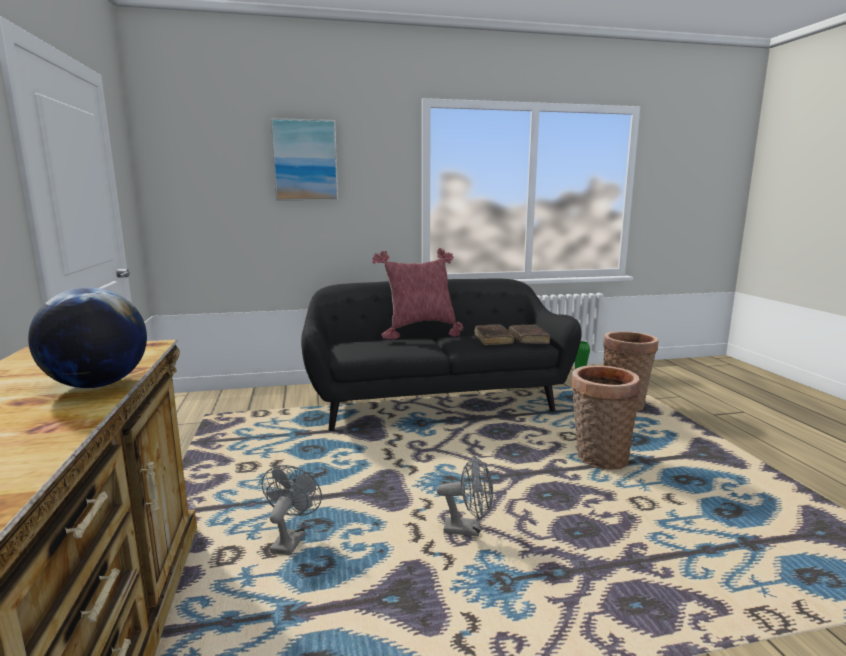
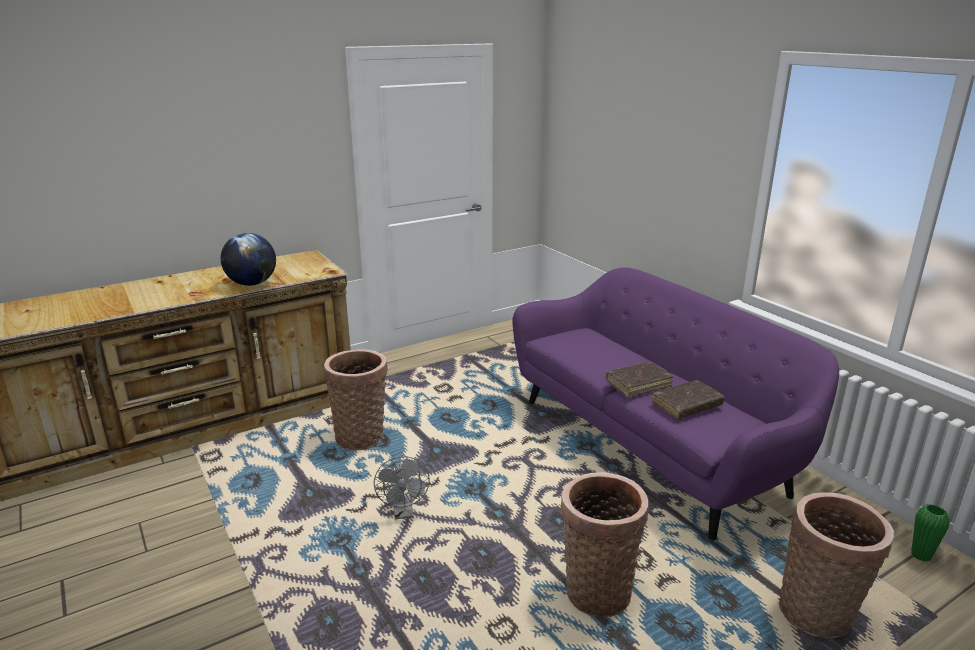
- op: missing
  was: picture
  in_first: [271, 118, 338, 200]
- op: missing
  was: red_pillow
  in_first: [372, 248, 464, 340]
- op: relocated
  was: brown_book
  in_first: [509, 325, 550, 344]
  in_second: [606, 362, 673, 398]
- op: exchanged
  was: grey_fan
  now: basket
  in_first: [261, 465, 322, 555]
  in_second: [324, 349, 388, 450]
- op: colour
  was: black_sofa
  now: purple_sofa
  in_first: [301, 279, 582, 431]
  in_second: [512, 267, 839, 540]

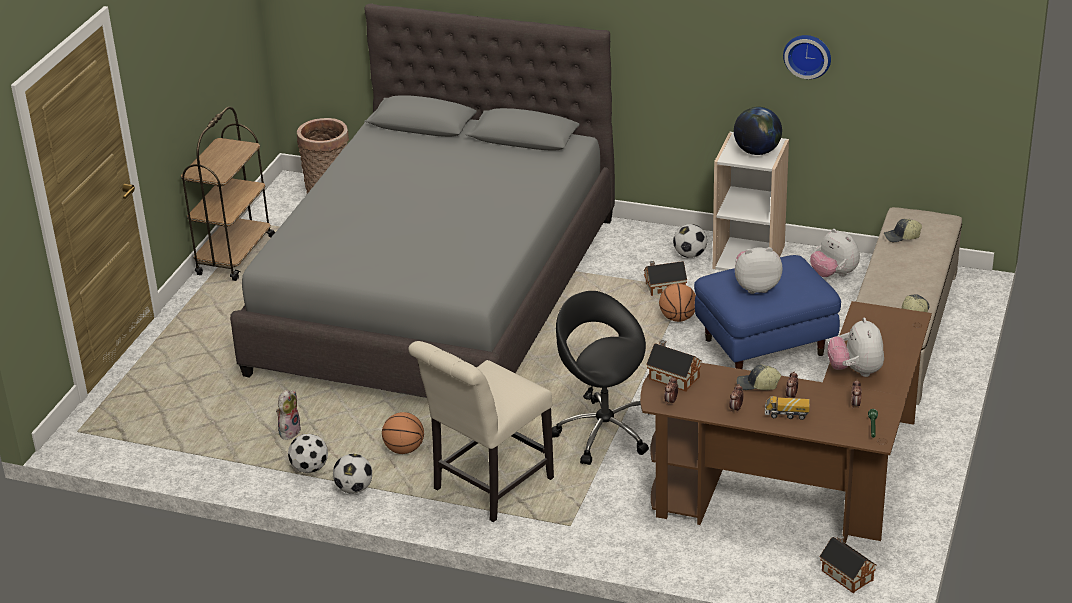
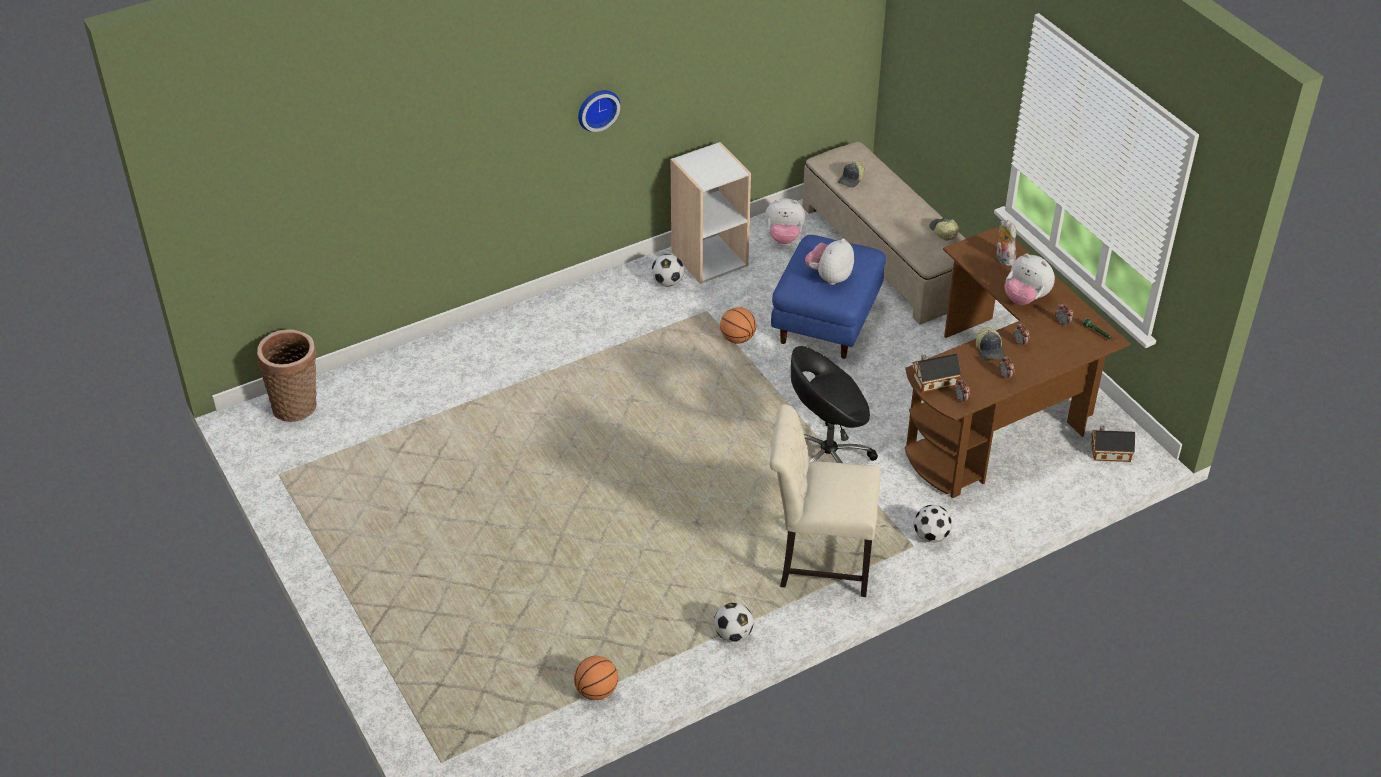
- op: missing
  was: brown_cart
  in_first: [181, 107, 275, 281]
- op: missing
  was: grey_bed
  in_first: [230, 3, 615, 398]
- op: missing
  was: toy_house
  in_first: [644, 261, 687, 296]
- op: missing
  was: globe
  in_first: [734, 107, 782, 155]
- op: missing
  was: toy_truck
  in_first: [765, 396, 810, 420]
- op: relocated
  was: plush_toy
  in_first: [276, 389, 301, 440]
  in_second: [996, 220, 1016, 266]
- op: relocated
  was: football
  in_first: [288, 434, 328, 473]
  in_second: [914, 505, 952, 543]
- op: relocated
  was: basketball
  in_first: [382, 412, 424, 454]
  in_second: [574, 656, 618, 700]
- op: relocated
  was: wall_clock
  in_first: [783, 35, 831, 79]
  in_second: [578, 90, 620, 132]
- op: spun
  was: beige_chair
  in_first: [408, 341, 554, 522]
  in_second: [769, 404, 880, 597]
  clockwise: 105
- op: spun
  was: cap
  in_first: [737, 364, 781, 390]
  in_second: [976, 327, 1004, 360]
  clockwise: -60

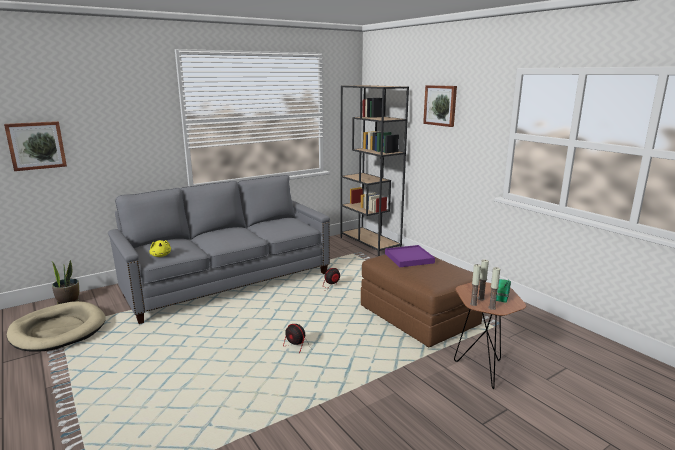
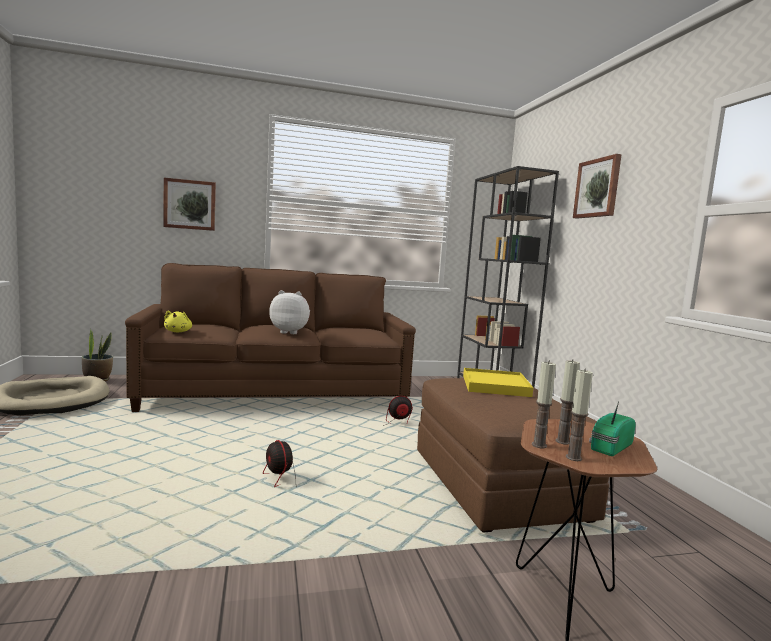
- op: appeared
  now: plush_toy
  in_second: [269, 290, 310, 334]
- op: relocated
  was: picture
  in_first: [4, 121, 67, 171]
  in_second: [163, 177, 216, 231]
- op: colour
  was: grey_sofa
  now: brown_sofa
  in_first: [108, 175, 330, 324]
  in_second: [125, 263, 416, 412]
- op: colour
  was: purple_tray
  now: yellow_tray
  in_first: [385, 245, 435, 268]
  in_second: [463, 368, 533, 397]

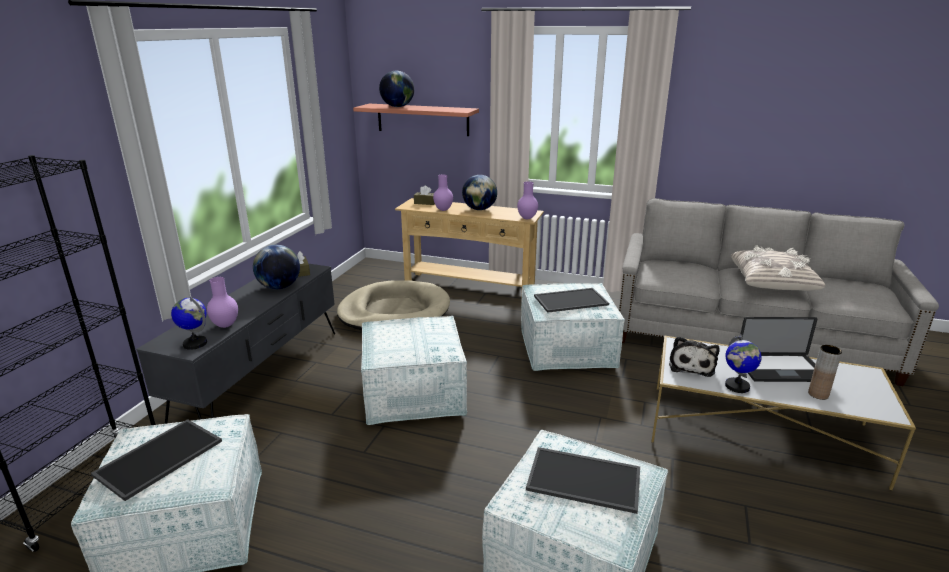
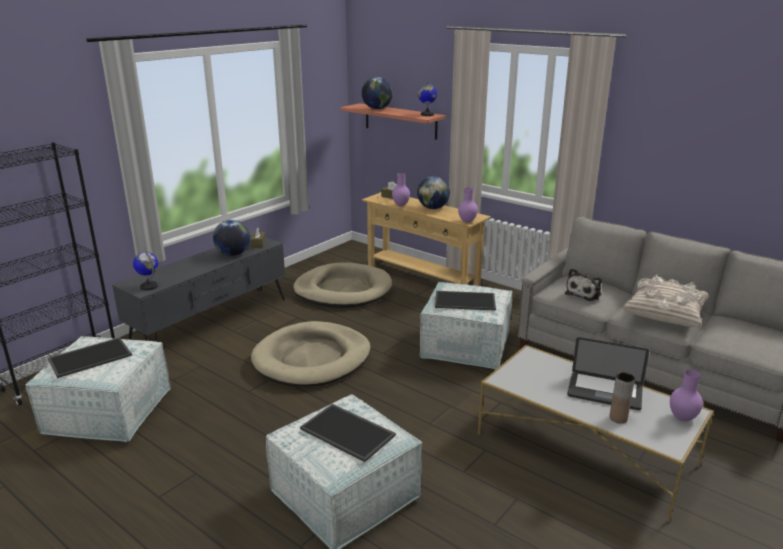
- op: relocated
  was: purple_vase
  in_first: [207, 277, 238, 328]
  in_second: [670, 369, 703, 421]
- op: relocated
  was: plush_toy
  in_first: [669, 336, 720, 377]
  in_second: [565, 268, 602, 301]
- op: relocated
  was: globe
  in_first: [725, 335, 762, 393]
  in_second: [418, 81, 437, 116]
- op: exchanged
  was: white_ottoman
  now: beige_dog_bed
  in_first: [361, 316, 467, 425]
  in_second: [251, 321, 370, 387]

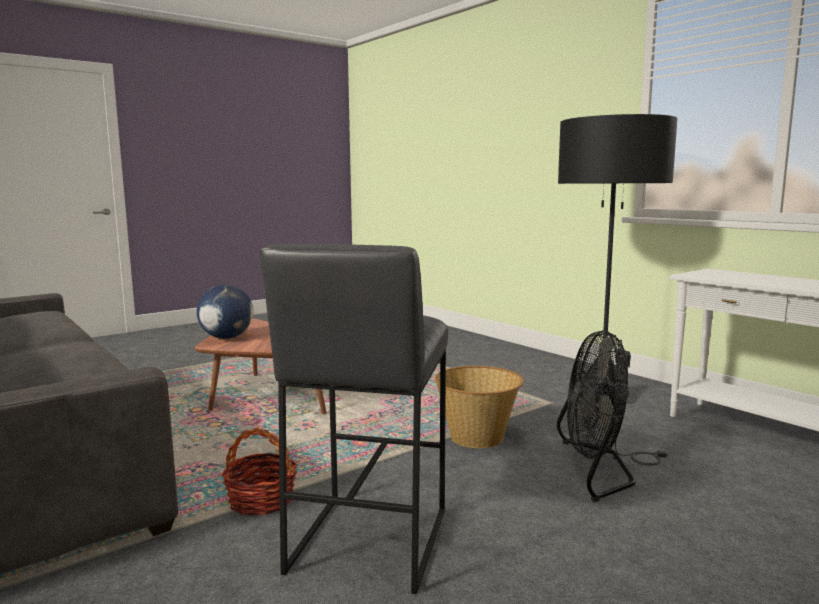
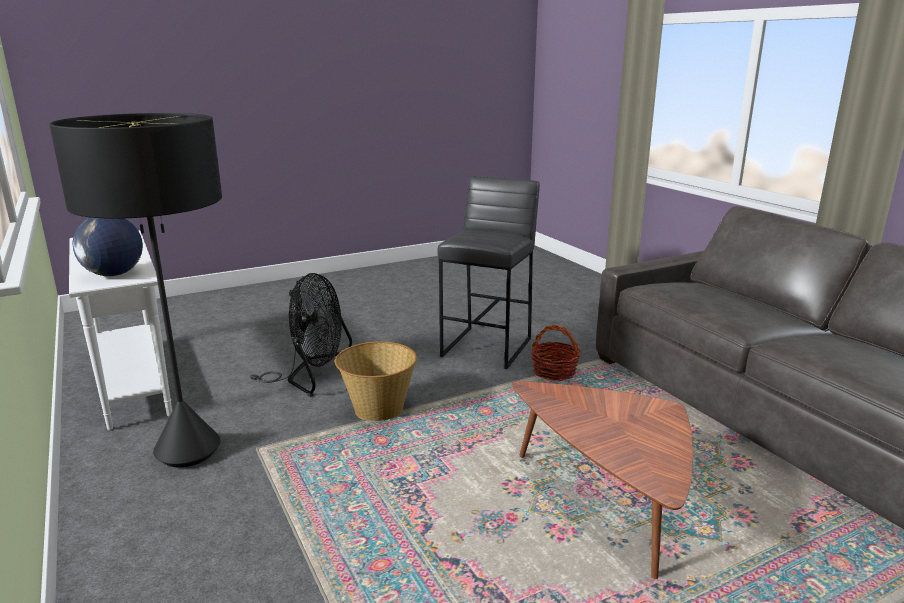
- op: relocated
  was: globe
  in_first: [197, 285, 253, 339]
  in_second: [73, 217, 143, 276]

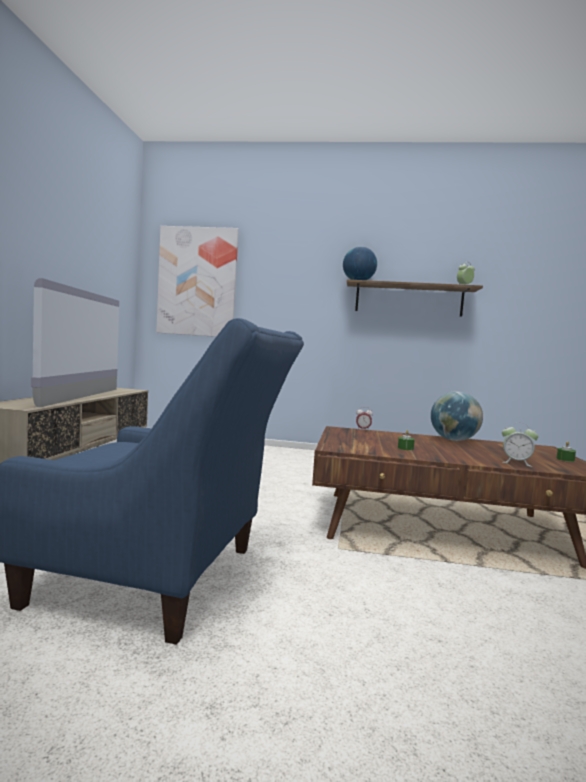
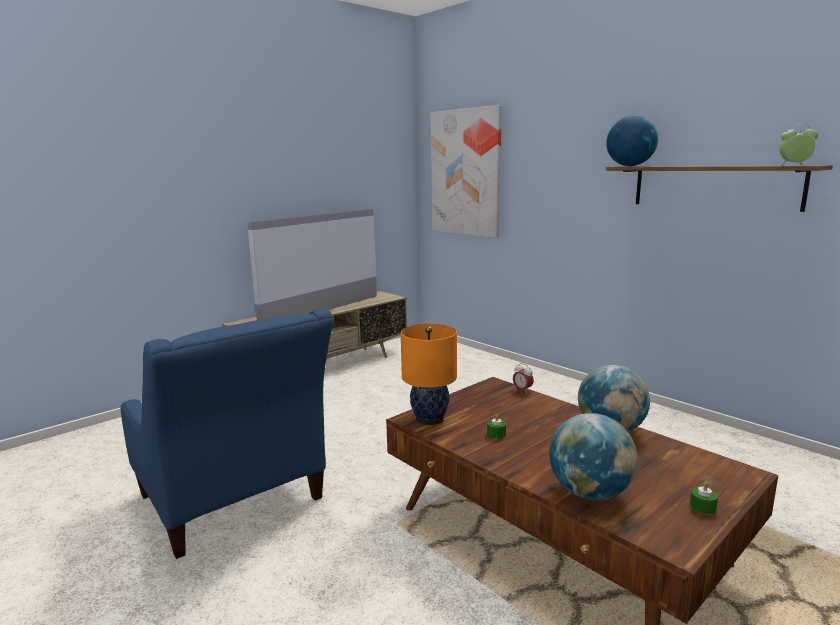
- op: appeared
  now: orange_table_lamp
  in_second: [401, 324, 457, 425]
- op: exchanged
  was: alarm_clock
  now: globe
  in_first: [502, 423, 538, 467]
  in_second: [549, 413, 638, 500]

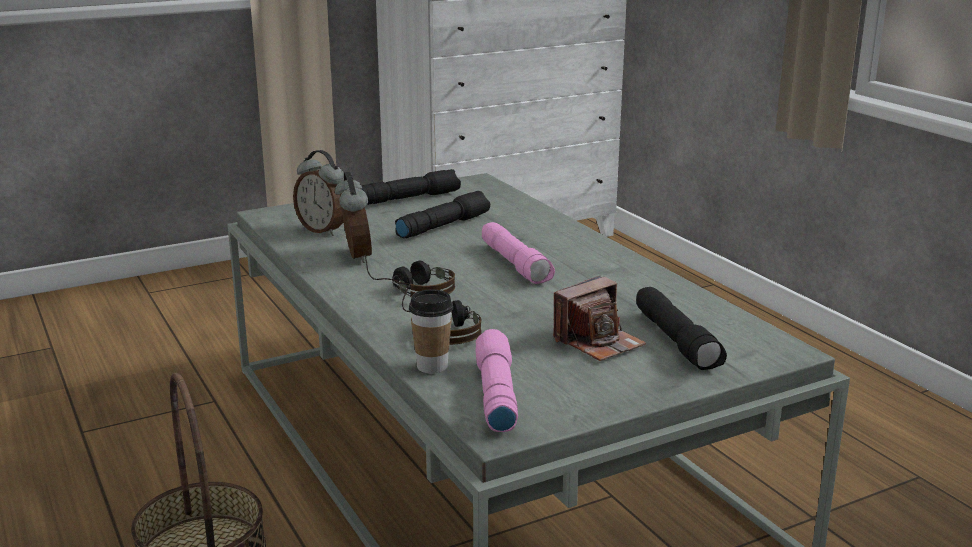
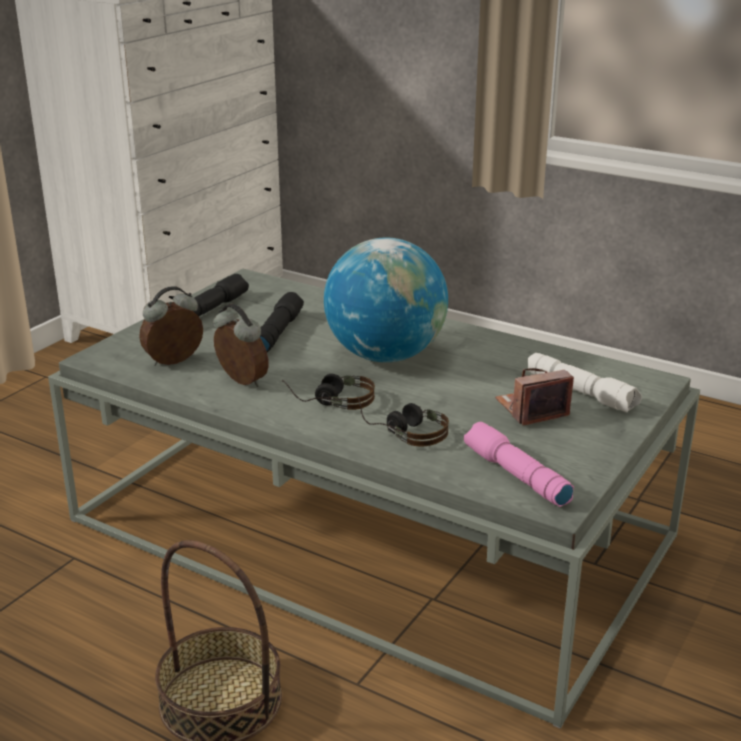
- op: missing
  was: cup
  in_first: [409, 289, 453, 374]
- op: exchanged
  was: pink_flashlight
  now: globe
  in_first: [482, 222, 555, 284]
  in_second: [324, 238, 448, 362]
- op: colour
  was: black_flashlight
  now: white_flashlight
  in_first: [636, 287, 727, 370]
  in_second: [527, 353, 642, 412]
- op: spun
  was: alarm_clock
  in_first: [293, 150, 344, 236]
  in_second: [139, 286, 203, 366]
  clockwise: 135
- op: spun
  was: photo_camera
  in_first: [553, 276, 646, 361]
  in_second: [495, 368, 574, 425]
  clockwise: -135

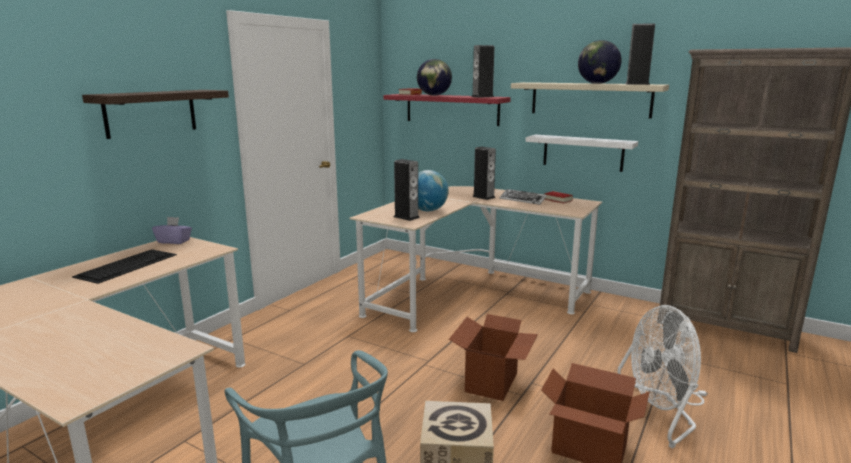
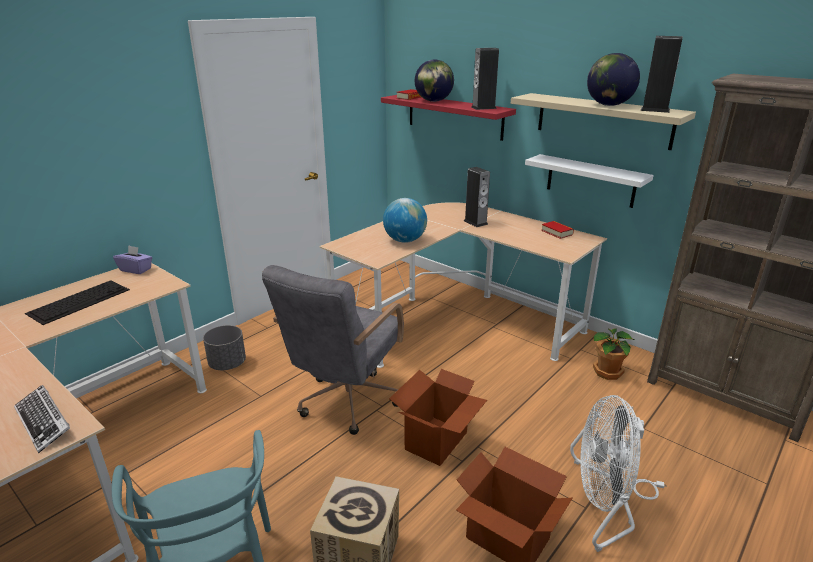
- op: missing
  was: shelf
  in_first: [82, 90, 229, 139]
- op: missing
  was: speaker
  in_first: [394, 159, 420, 221]
- op: appeared
  now: grey_planter
  in_second: [203, 325, 246, 370]
- op: appeared
  now: grey_office_chair
  in_second: [262, 265, 404, 435]
- op: appeared
  now: potted_plant
  in_second: [593, 329, 635, 380]
- op: relocated
  was: keyboard
  in_first: [500, 189, 547, 205]
  in_second: [14, 385, 70, 453]

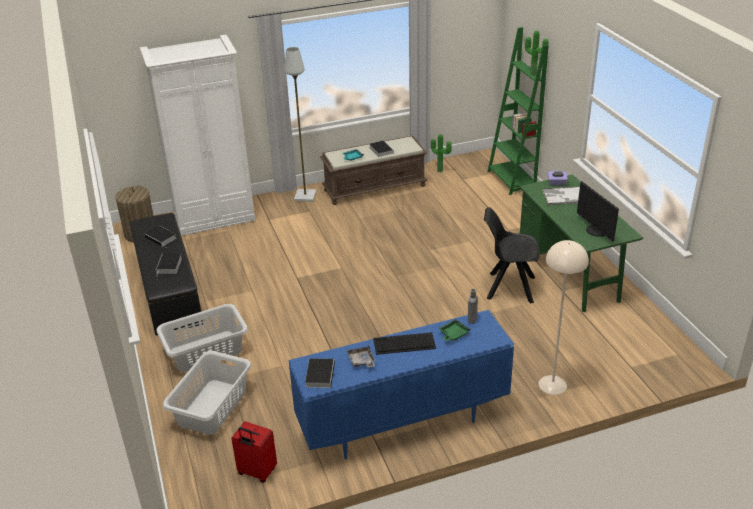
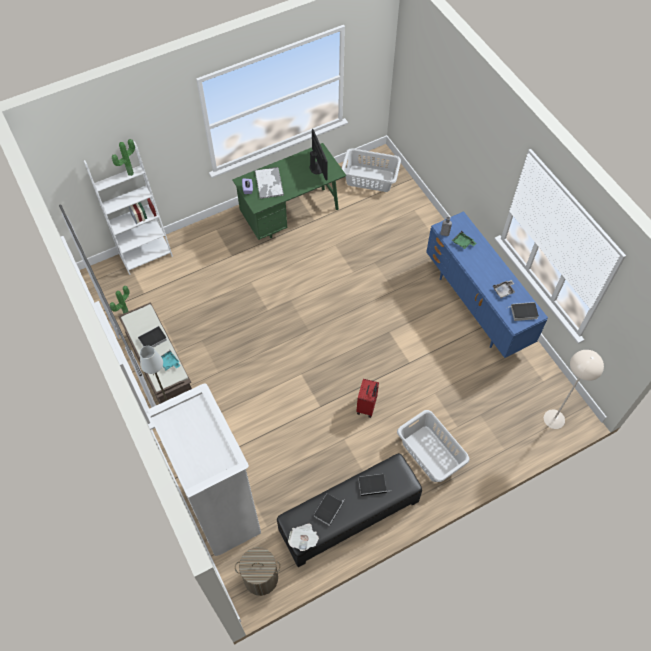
- op: missing
  was: keyboard
  in_first: [373, 332, 436, 355]
- op: missing
  was: black_chair
  in_first: [484, 207, 540, 303]
- op: appeared
  now: newspaper
  in_second: [288, 523, 319, 551]
- op: relocated
  was: grey_laundry_basket
  in_first: [163, 351, 252, 435]
  in_second: [342, 148, 401, 192]
- op: relocated
  was: red_suitcase
  in_first: [231, 421, 277, 483]
  in_second: [356, 379, 379, 418]
- op: relocated
  was: beige_floor_lamp
  in_first: [539, 240, 589, 395]
  in_second: [544, 350, 604, 429]
- op: colour
  was: green_bookcase
  now: white_bookcase
  in_first: [487, 27, 549, 195]
  in_second: [84, 141, 173, 275]
- op: spun
  was: monitor
  in_first: [577, 181, 619, 242]
  in_second: [309, 129, 328, 181]
  clockwise: -75

